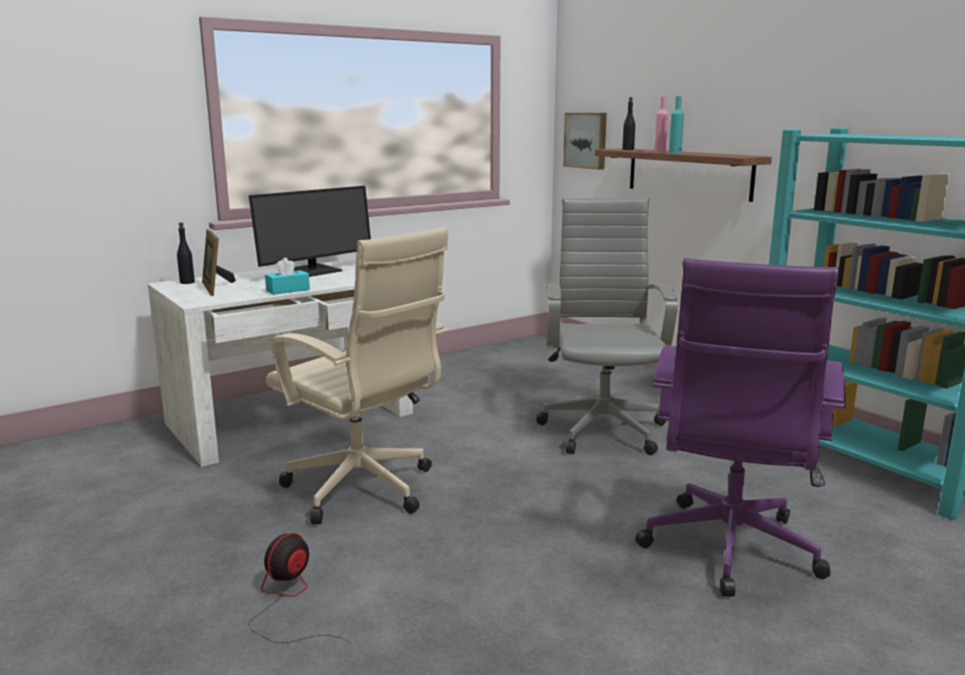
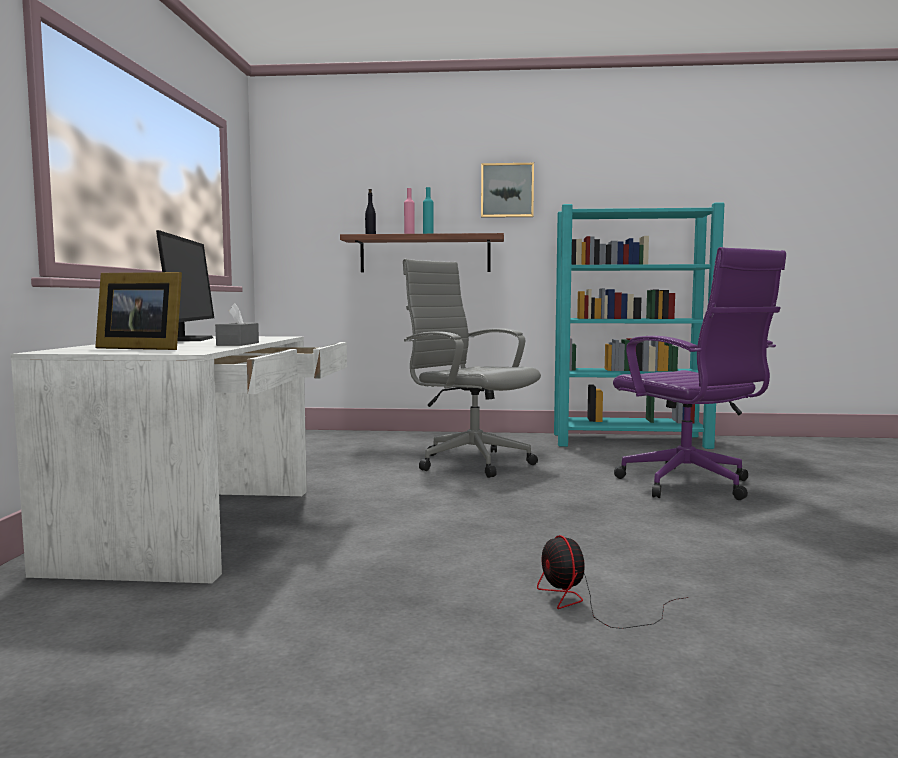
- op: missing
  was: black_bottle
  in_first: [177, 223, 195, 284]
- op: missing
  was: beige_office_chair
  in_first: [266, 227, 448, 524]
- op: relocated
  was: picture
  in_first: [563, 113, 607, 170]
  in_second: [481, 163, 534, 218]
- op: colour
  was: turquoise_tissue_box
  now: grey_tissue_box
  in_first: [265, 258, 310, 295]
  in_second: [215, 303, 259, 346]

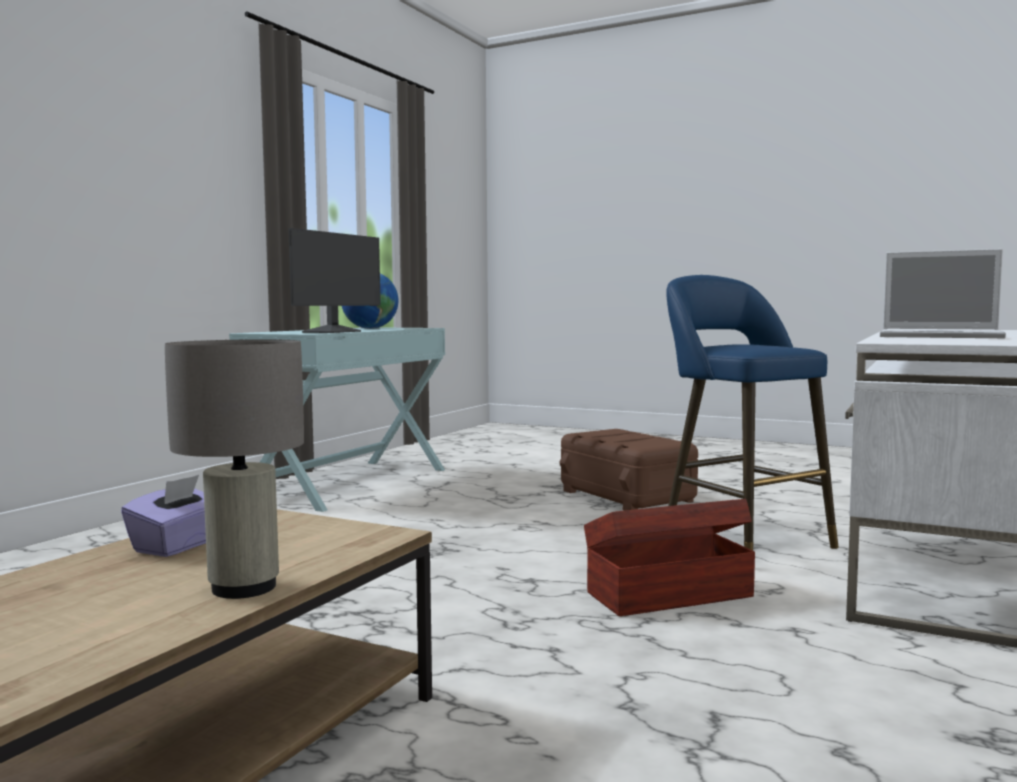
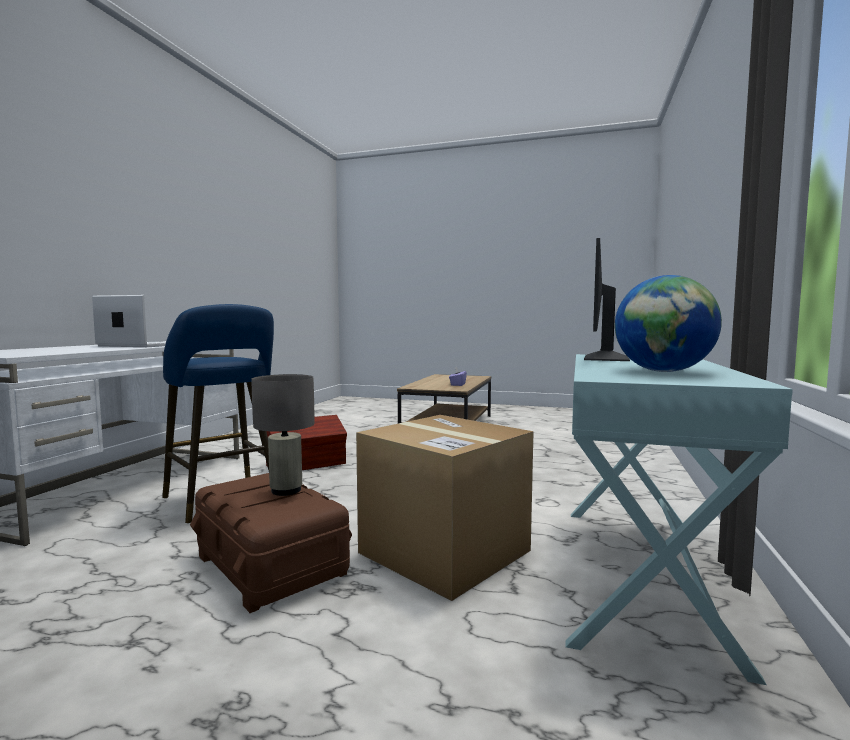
- op: appeared
  now: cardboard_box
  in_second: [356, 415, 534, 601]
- op: relocated
  was: grey_table_lamp
  in_first: [165, 339, 304, 599]
  in_second: [252, 374, 314, 496]

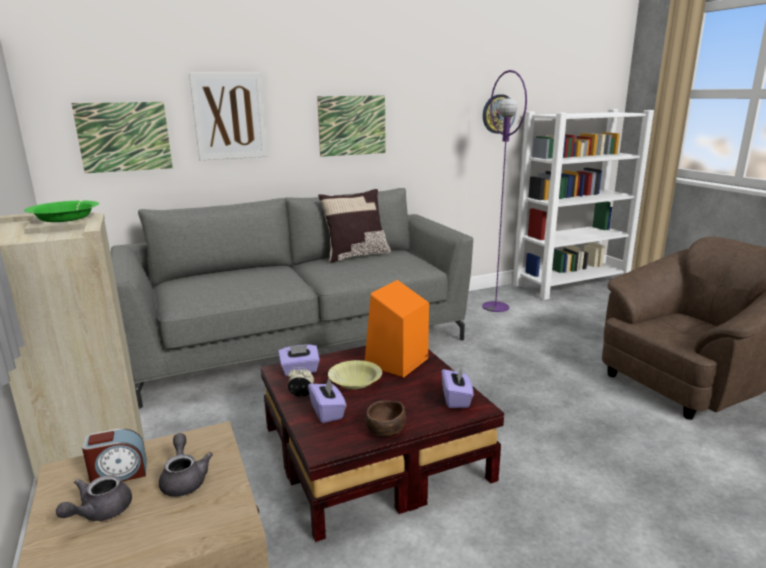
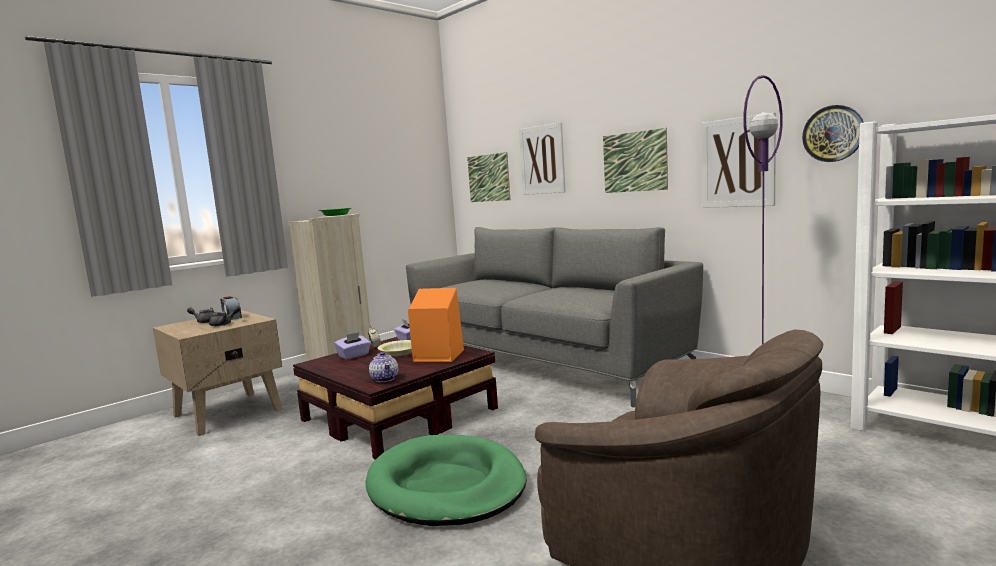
- op: missing
  was: pillow
  in_first: [318, 189, 391, 263]
- op: missing
  was: brown_bowl
  in_first: [365, 401, 406, 436]
- op: appeared
  now: green_dog_bed
  in_second: [366, 435, 527, 526]
- op: appeared
  now: picture
  in_second: [702, 113, 776, 208]
- op: exchanged
  was: purple_tissue_box
  now: teapot
  in_first: [442, 366, 474, 408]
  in_second: [369, 352, 398, 382]

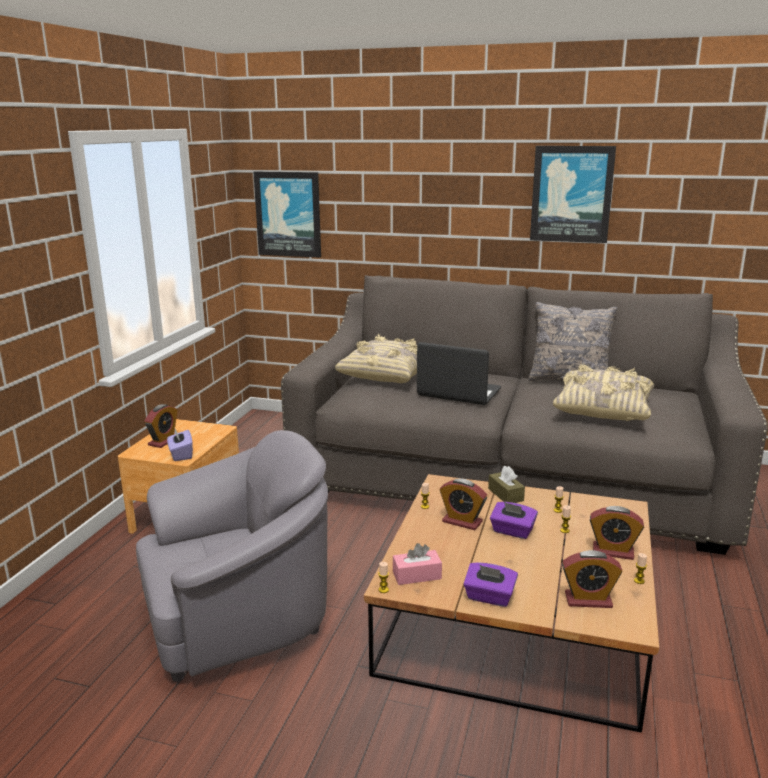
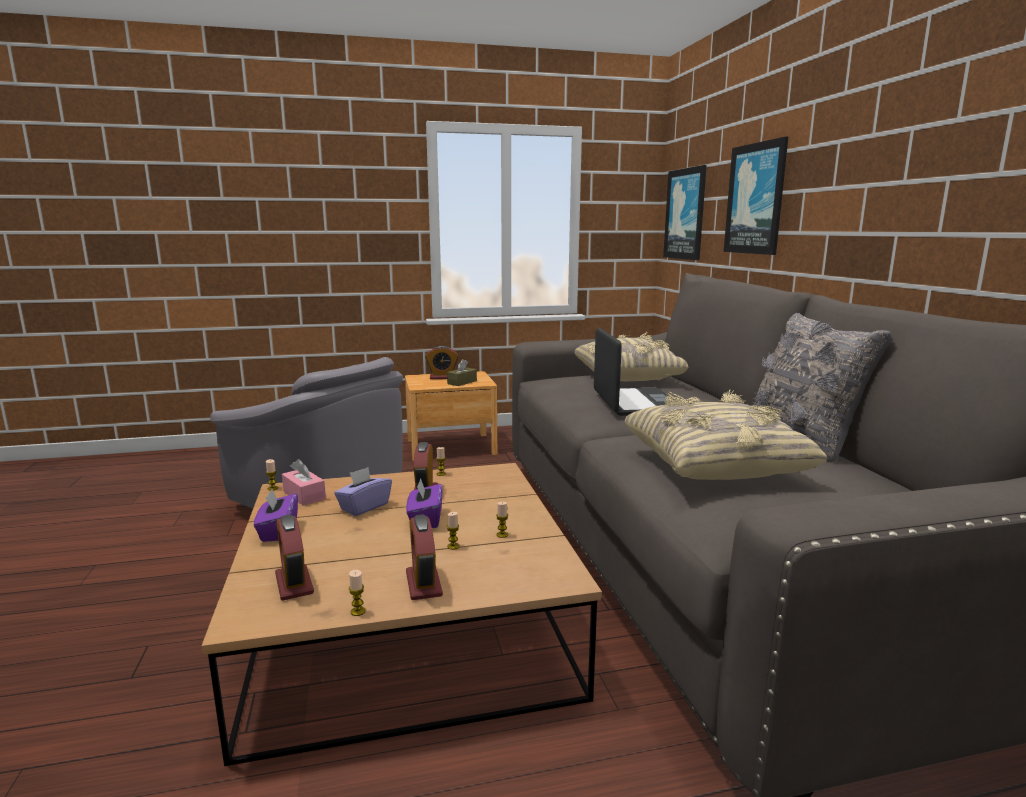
- op: relocated
  was: purple_tissue_box
  in_first: [167, 429, 193, 461]
  in_second: [334, 467, 392, 516]
- op: relocated
  was: brown_tissue_box
  in_first: [488, 466, 525, 503]
  in_second: [447, 359, 477, 386]
- op: relocated
  was: picture
  in_first: [530, 146, 616, 243]
  in_second: [724, 137, 788, 255]

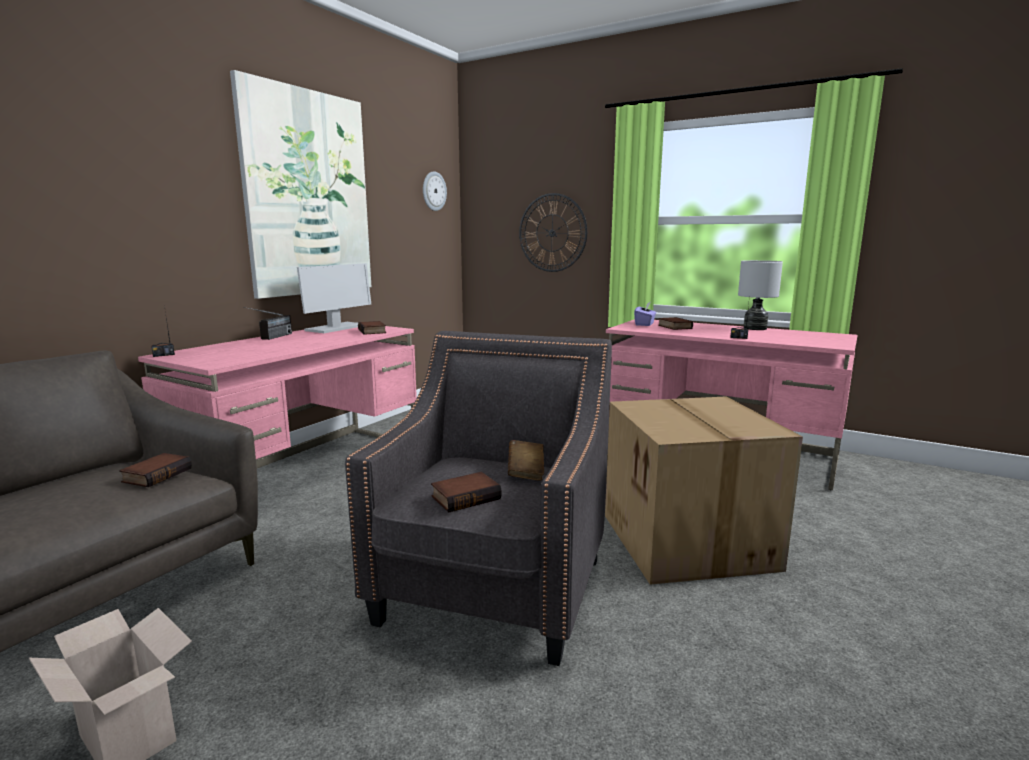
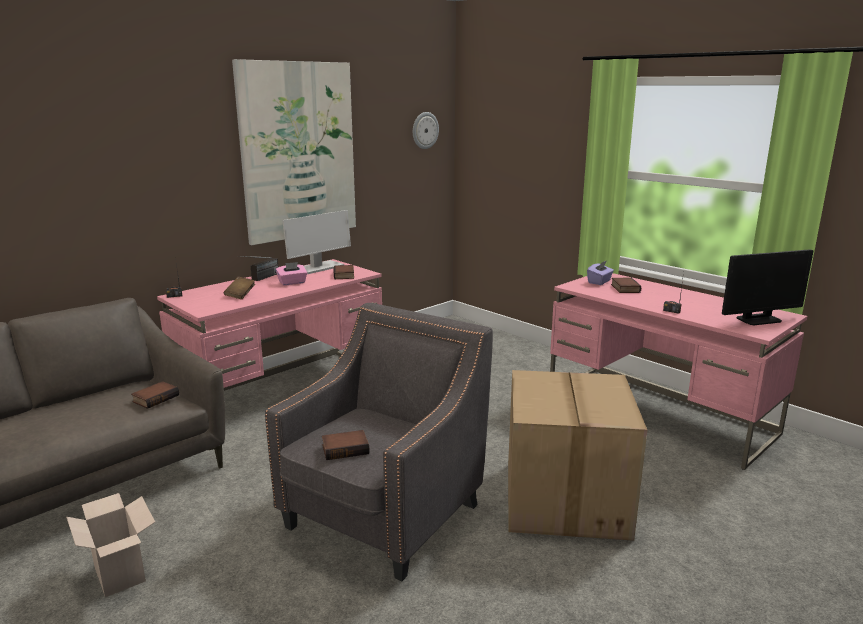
- op: missing
  was: wall_clock
  in_first: [519, 193, 587, 272]
- op: missing
  was: grey_table_lamp
  in_first: [738, 260, 783, 330]
- op: appeared
  now: pink_tissue_box
  in_second: [276, 262, 307, 286]
- op: appeared
  now: monitor
  in_second: [722, 249, 813, 325]
- op: relocated
  was: brown_book
  in_first: [508, 440, 544, 481]
  in_second: [224, 277, 255, 299]

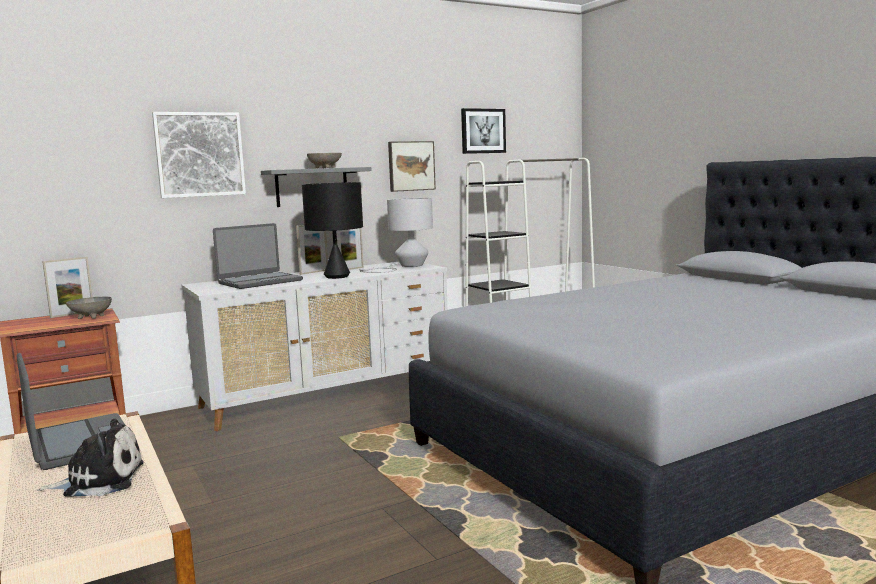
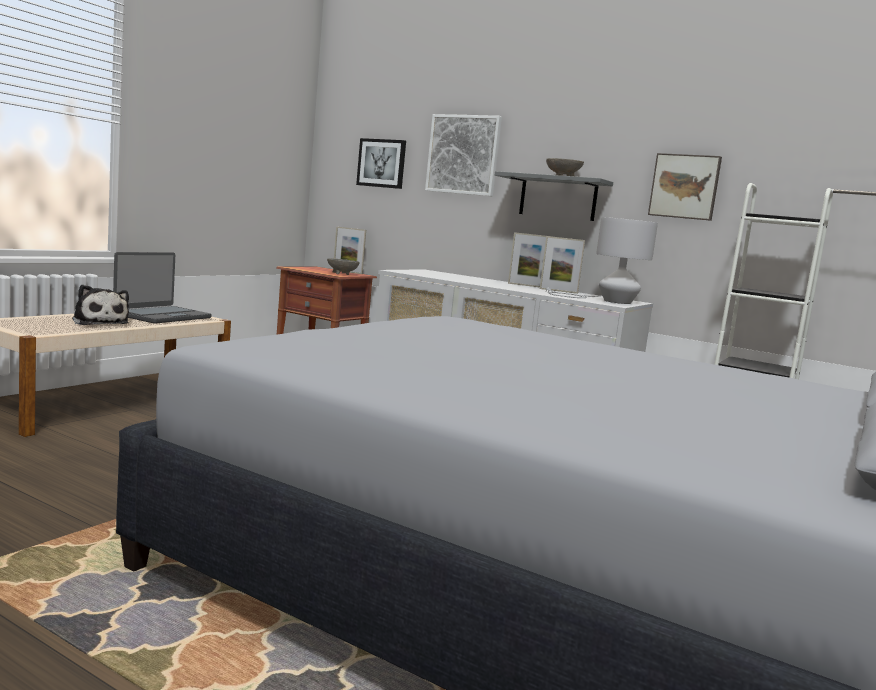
- op: missing
  was: laptop
  in_first: [213, 223, 303, 289]
- op: missing
  was: black_table_lamp
  in_first: [302, 182, 363, 279]
- op: relocated
  was: picture
  in_first: [461, 108, 506, 154]
  in_second: [356, 138, 406, 189]

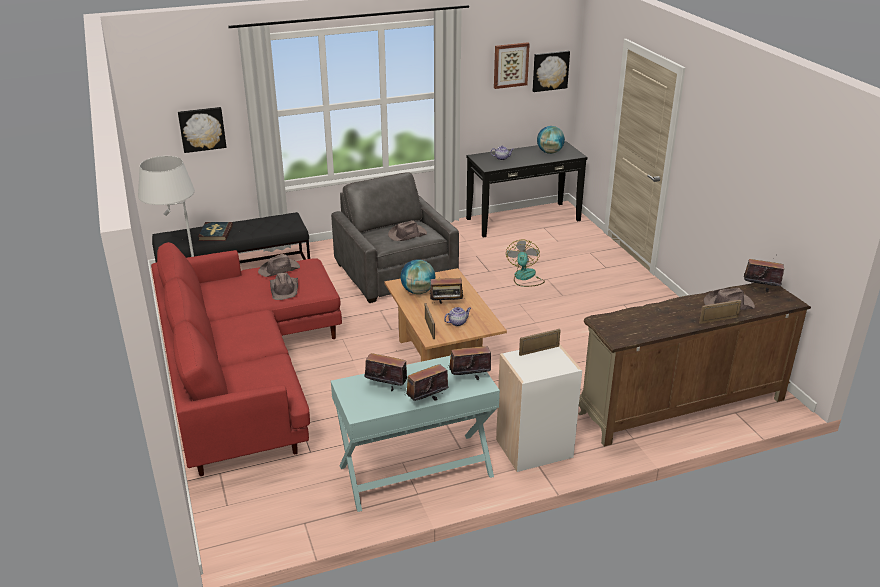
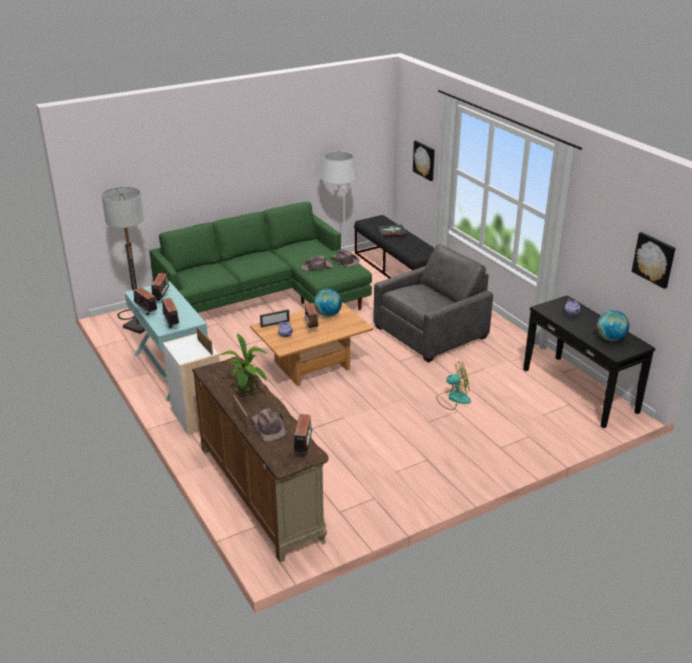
- op: missing
  was: brown_hat
  in_first: [388, 220, 427, 241]
- op: missing
  was: picture
  in_first: [494, 42, 530, 89]
- op: appeared
  now: floor_lamp
  in_second: [102, 187, 146, 334]
- op: appeared
  now: potted_plant
  in_second: [219, 334, 268, 395]
- op: colour
  was: red_sofa
  now: green_sofa
  in_first: [151, 242, 342, 476]
  in_second: [149, 202, 372, 313]

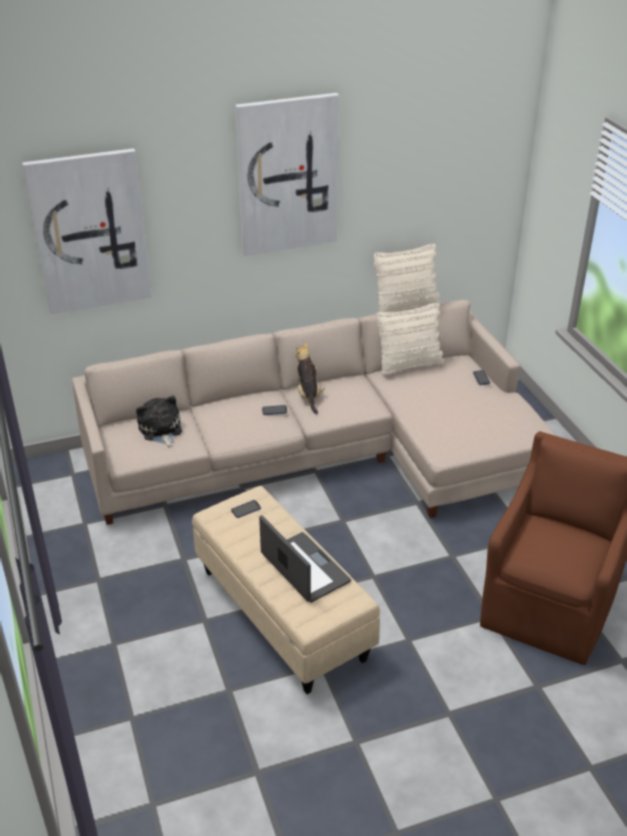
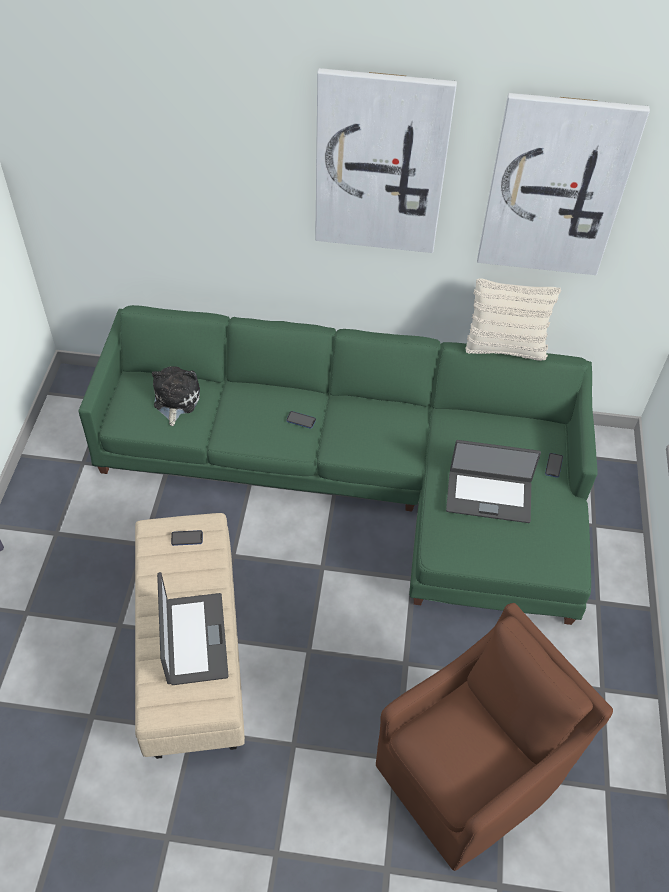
- op: missing
  was: plush_toy
  in_first: [296, 343, 325, 414]
- op: missing
  was: beige_pillow
  in_first: [377, 302, 444, 376]
- op: appeared
  now: laptop
  in_second: [446, 440, 541, 523]
- op: relocated
  was: picture
  in_first: [22, 148, 152, 314]
  in_second: [477, 93, 650, 275]
- op: colour
  was: beige_sofa
  now: green_sofa
  in_first: [72, 300, 556, 525]
  in_second: [78, 305, 598, 625]

